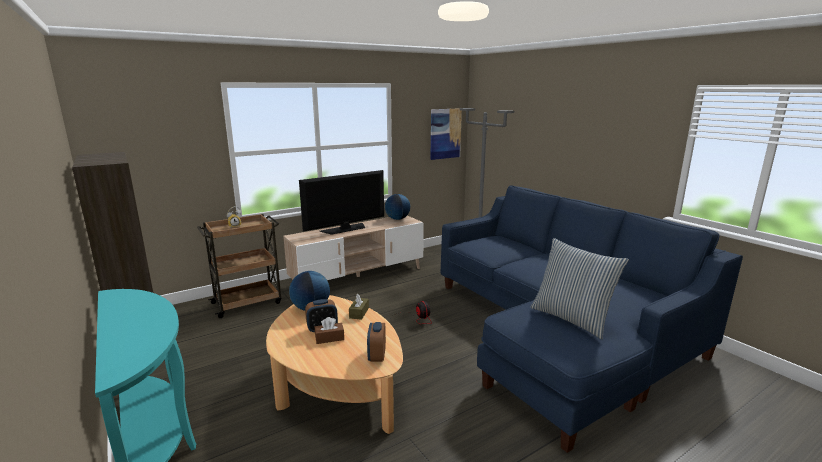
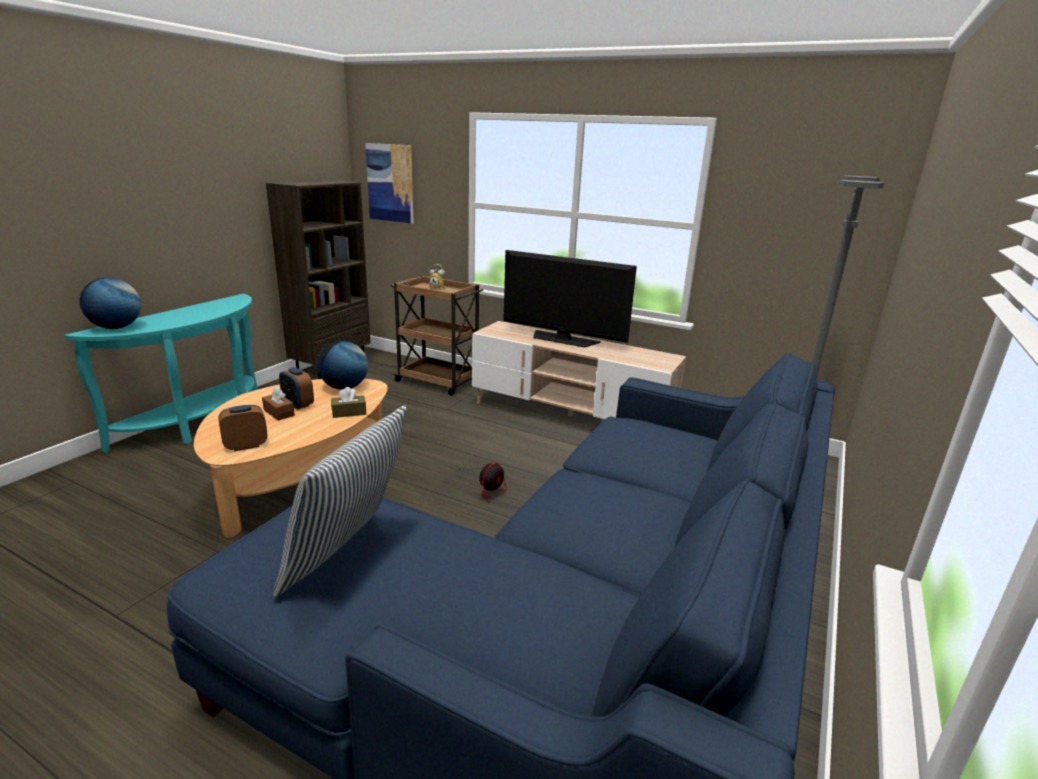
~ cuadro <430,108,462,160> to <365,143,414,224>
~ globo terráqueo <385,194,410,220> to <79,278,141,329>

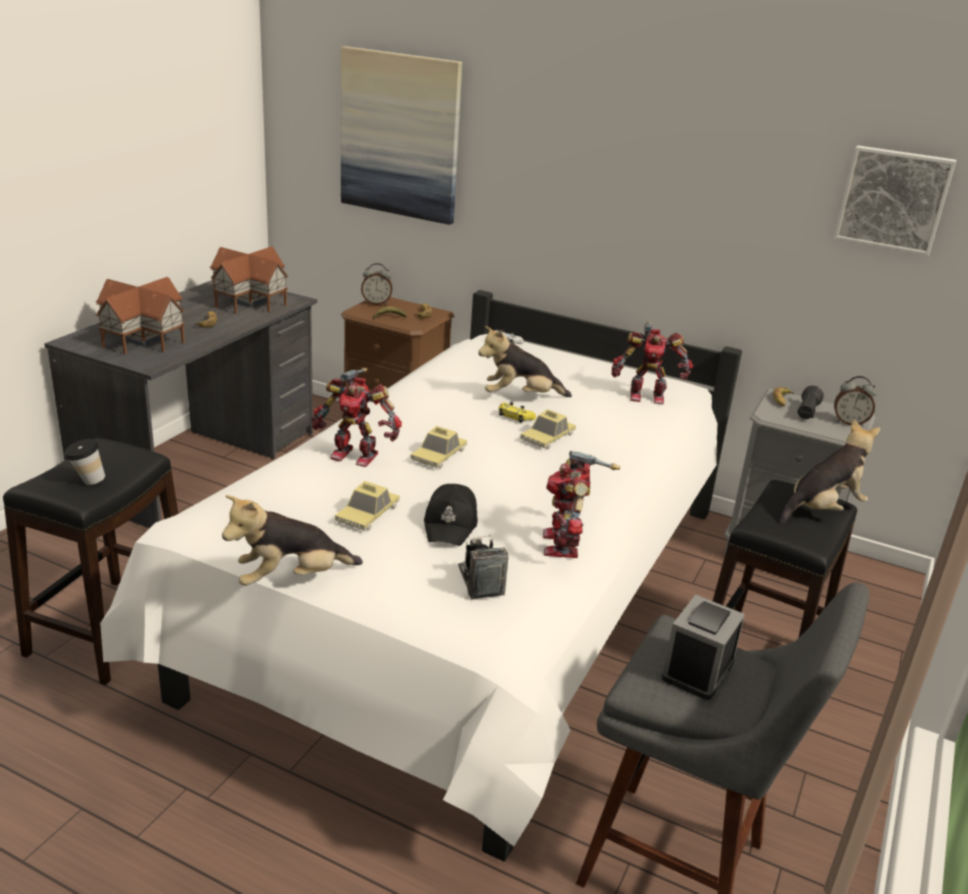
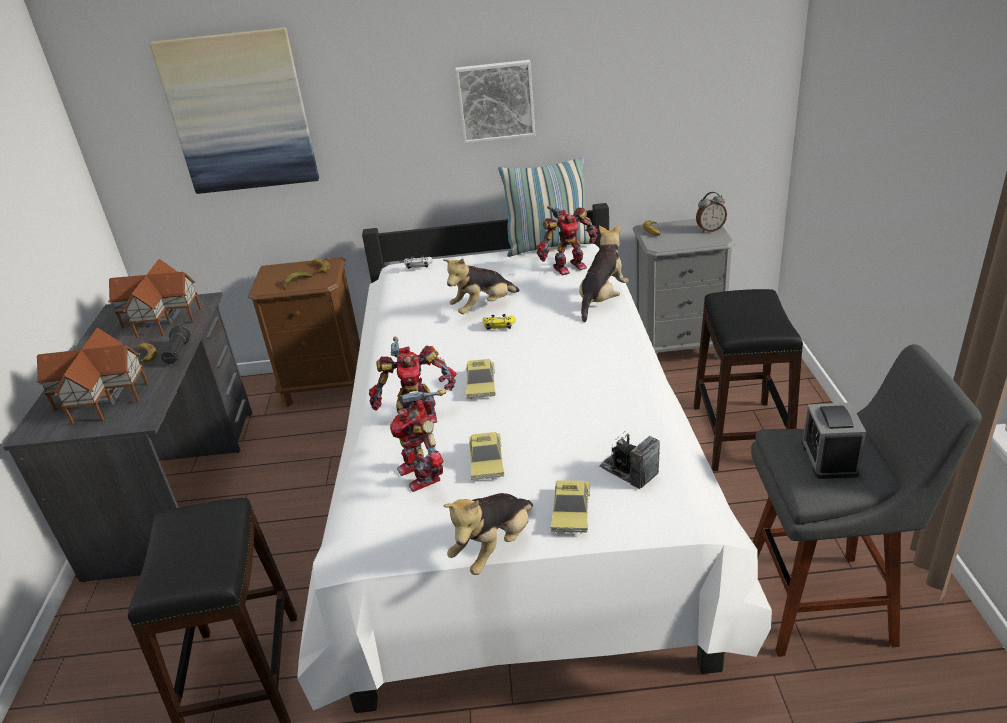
~ cuadro <834,145,957,256> to <455,60,535,144>
- despertador <361,263,393,305>
~ linterna/negro <797,386,824,419> to <161,326,191,364>
~ coche de juguete <520,409,576,449> to <551,480,590,533>
~ peluche <780,419,880,524> to <579,225,629,322>
- taza <64,439,105,485>
~ robot de juguete <543,451,620,558> to <390,390,446,492>
- gorra/negro <424,484,478,546>
+ cojín <498,157,592,257>

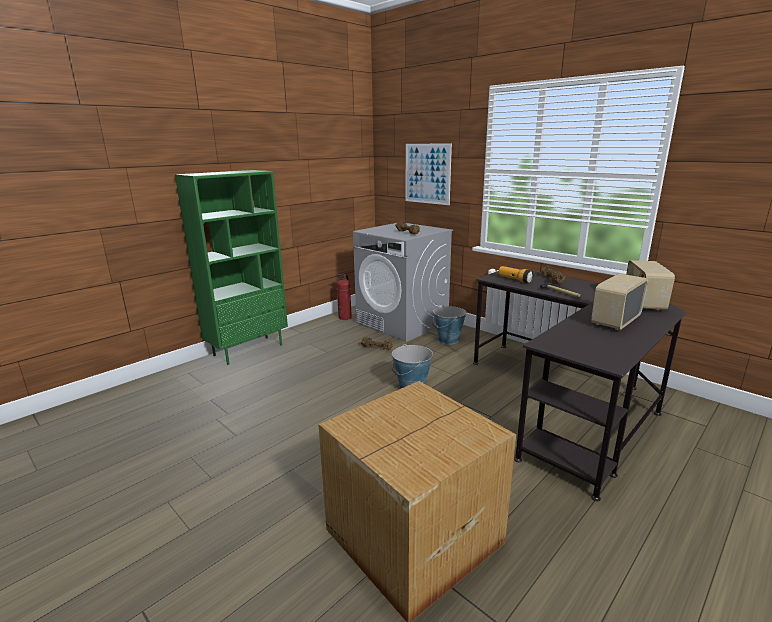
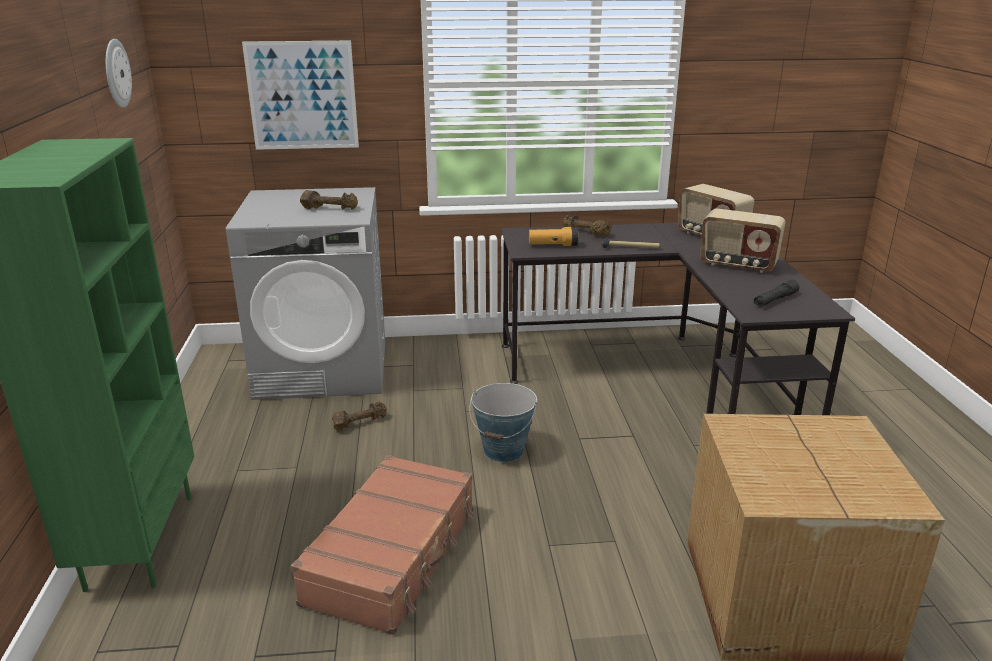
- extintor <337,273,352,320>
~ radio <591,273,648,330> = <700,208,786,273> 60 degrees counterclockwise
- cubo <432,305,466,344>
+ reloj de pared <106,39,132,108>
+ linterna/negro <754,280,799,307>
+ maleta/marrón <291,455,474,635>

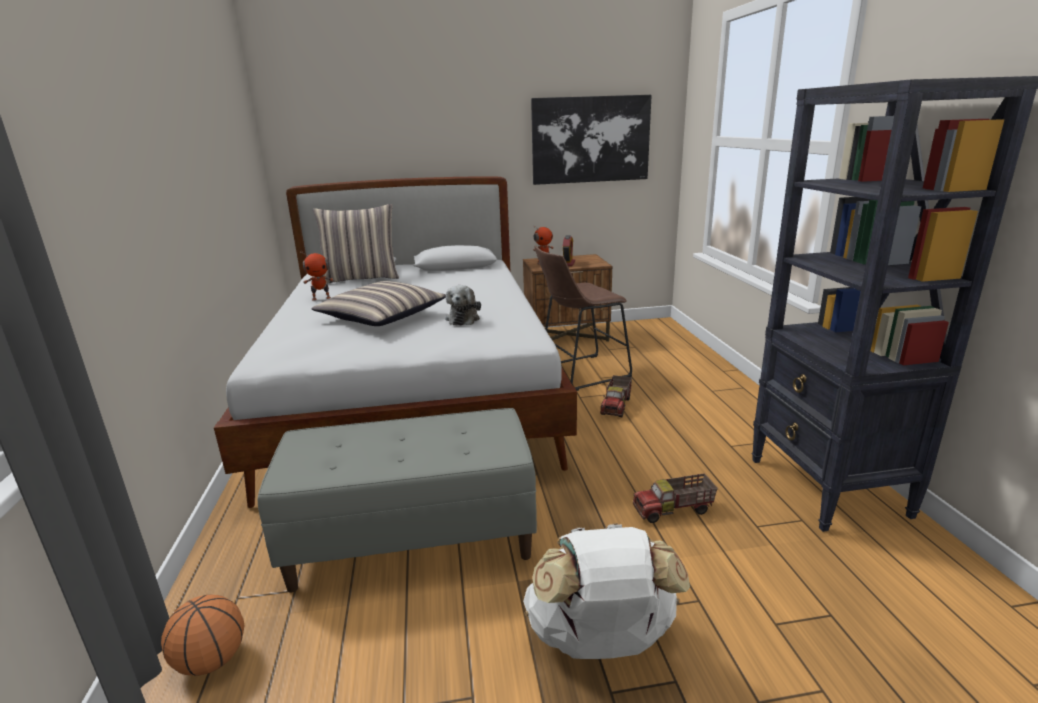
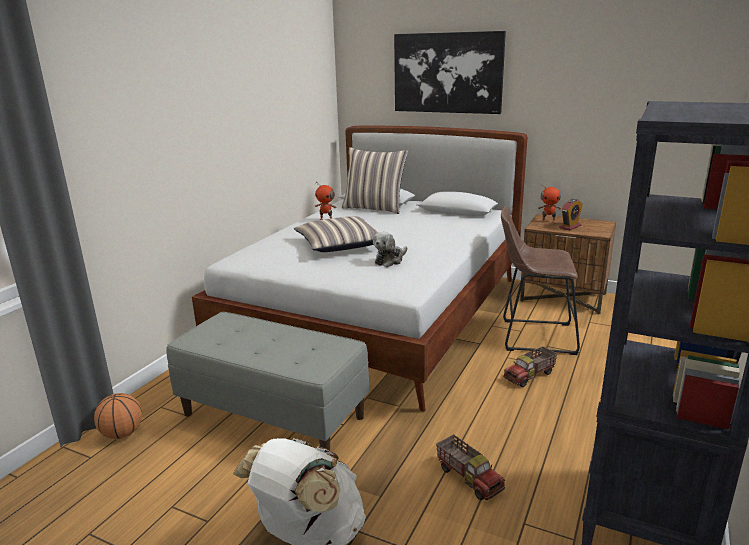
~ cuadro <531,95,652,185> to <394,31,506,114>
~ camión de juguete <633,474,718,523> = <436,435,505,500> 150 degrees counterclockwise

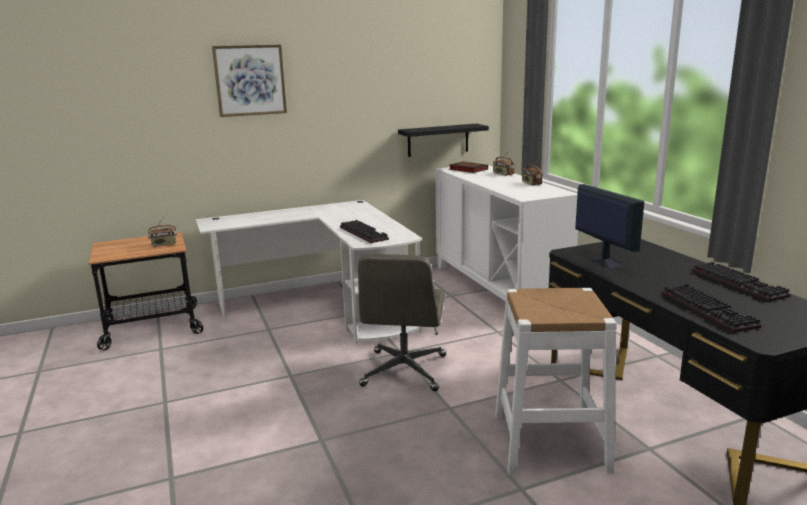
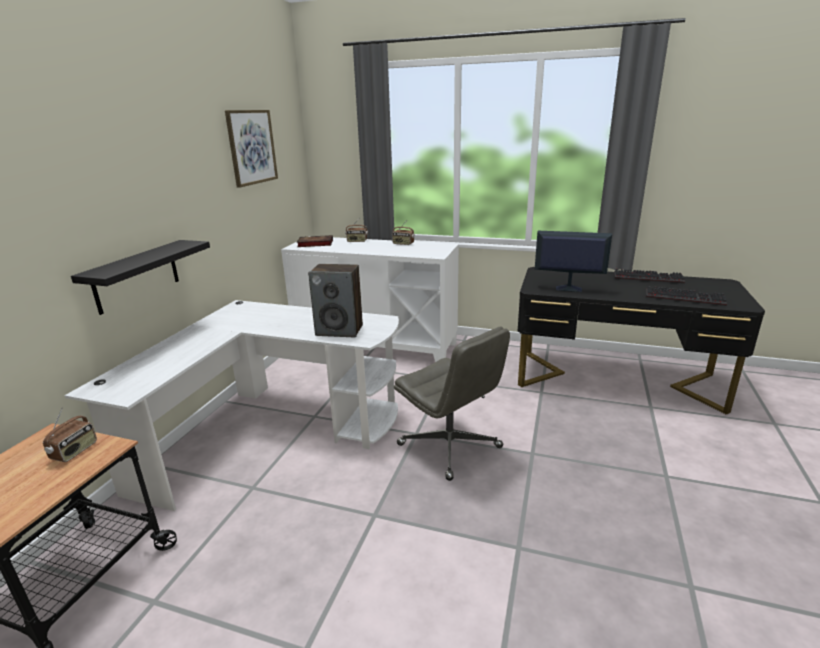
~ cuadro <212,45,287,117> to <225,110,278,188>
~ estante/negro <398,124,489,157> to <71,240,210,315>
~ teclado <340,220,389,243> to altavoz <308,264,363,337>
- taburete/blanco <495,288,617,475>

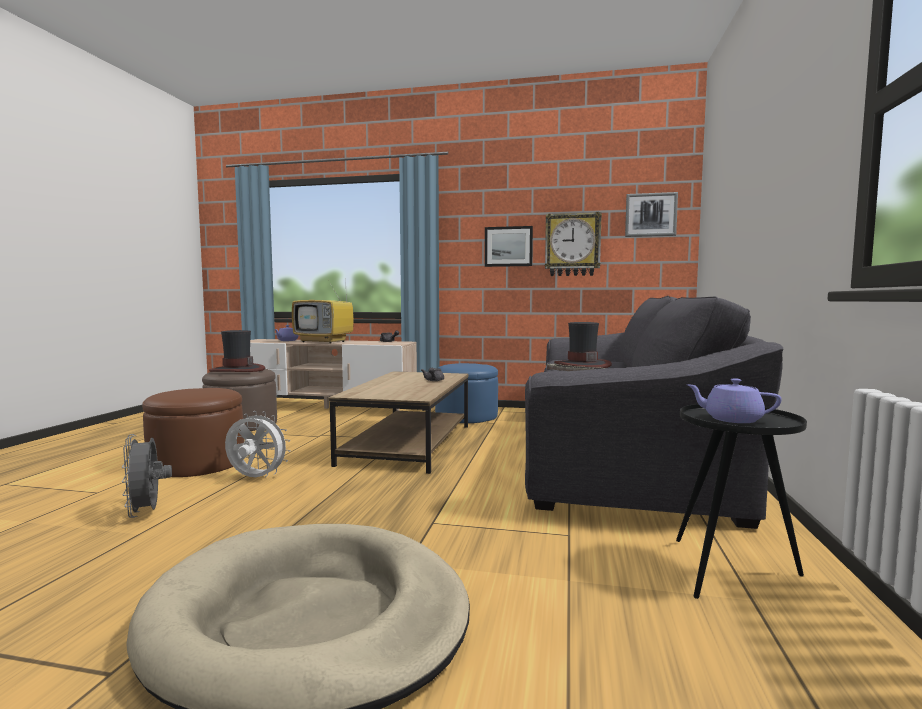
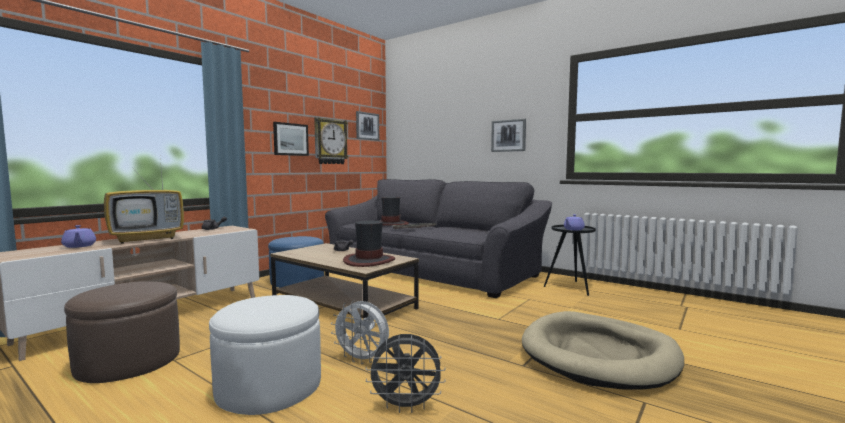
~ sombrero <209,330,265,372> to <343,220,395,267>
~ puf/marrón <142,388,244,477> to puf/blanco <209,295,321,415>
~ ventilador/blanco <225,411,291,477> = <331,301,389,364> 105 degrees counterclockwise
+ cuadro <491,119,526,152>

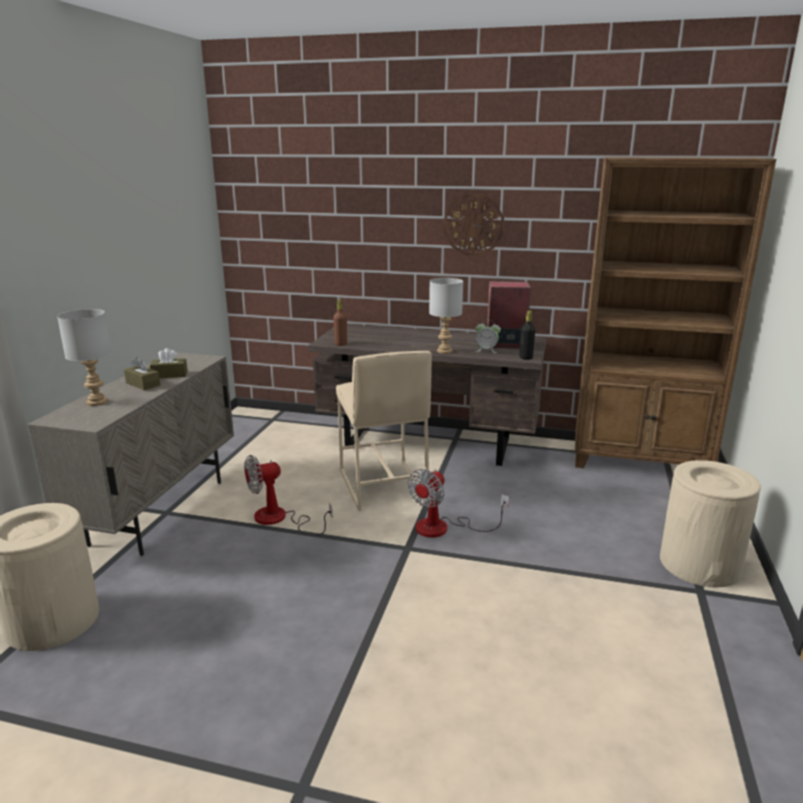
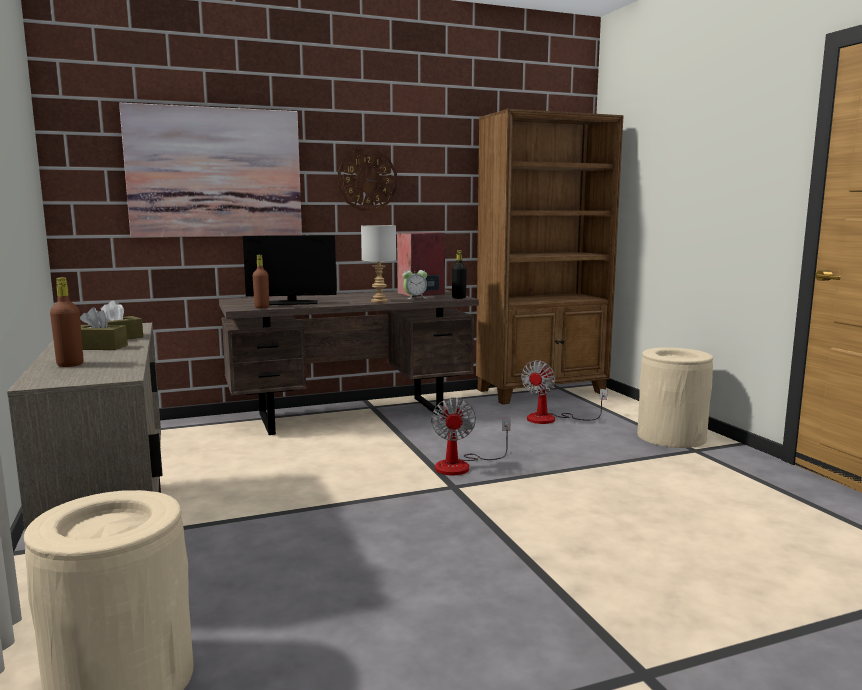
~ lámpara de mesa/gris <57,309,112,406> to botella/marrón <50,277,83,367>
- taburete/beis <336,351,432,511>
~ ventilador <244,455,332,536> to <521,360,607,424>
+ cuadro <119,103,302,238>
+ monitor <243,235,337,305>

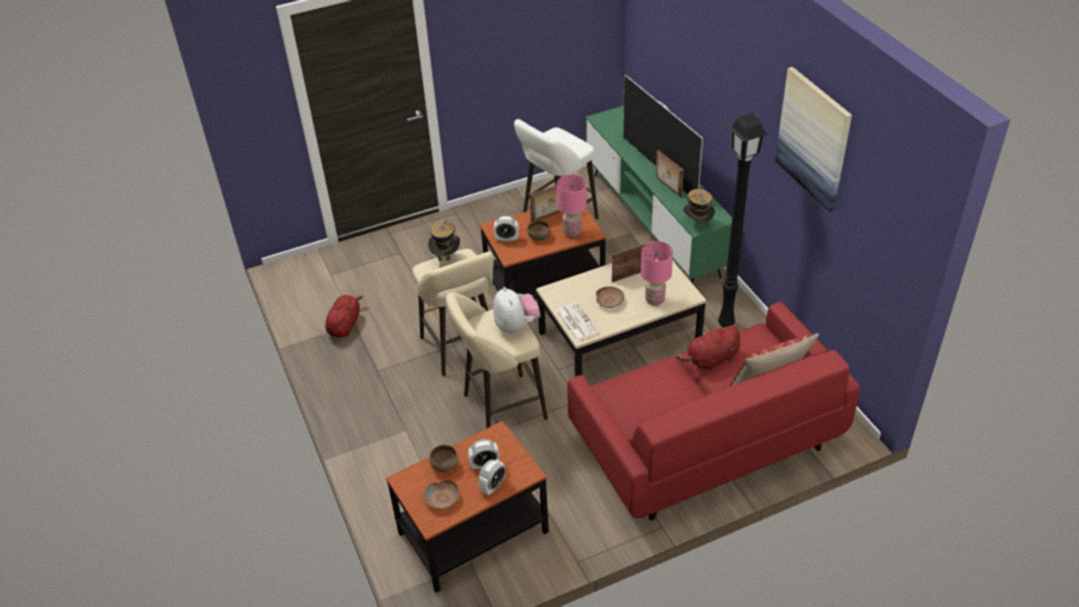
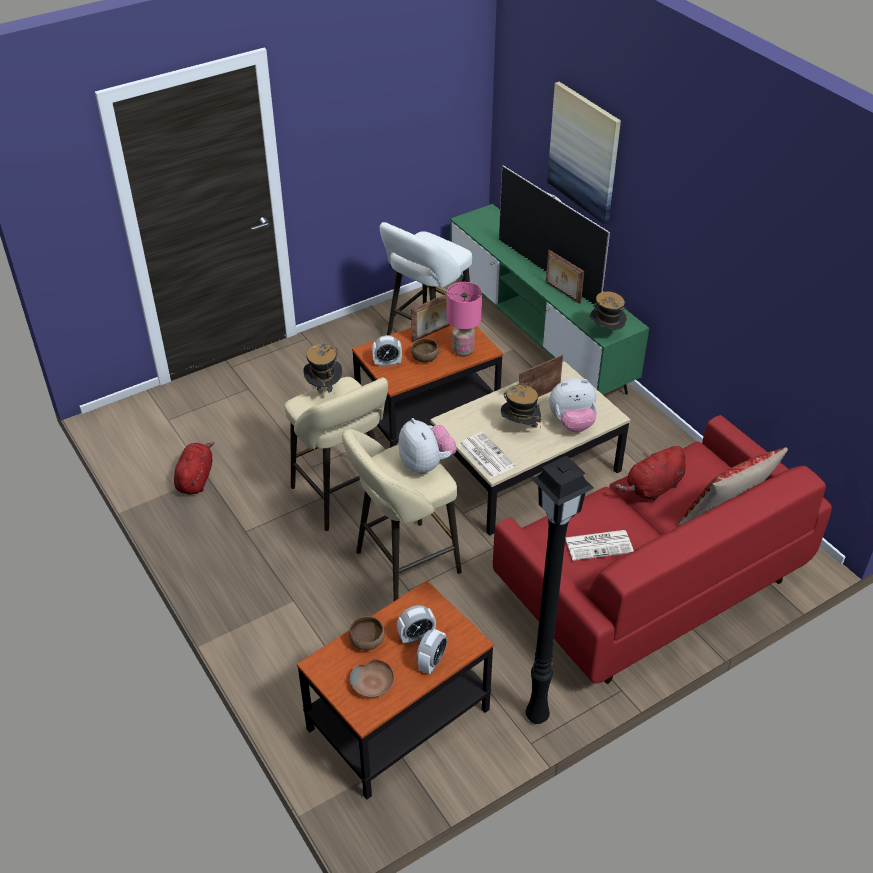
~ cuadro <775,67,852,212> to <547,82,621,224>
~ lámpara de pie/negro <718,113,768,327> to <525,456,594,724>
~ lámpara de mesa/rosa <641,241,673,306> to peluche <549,378,597,432>
~ cuenco/marrón <596,286,624,308> to sombrero <501,382,541,428>
+ periódico <565,530,634,561>

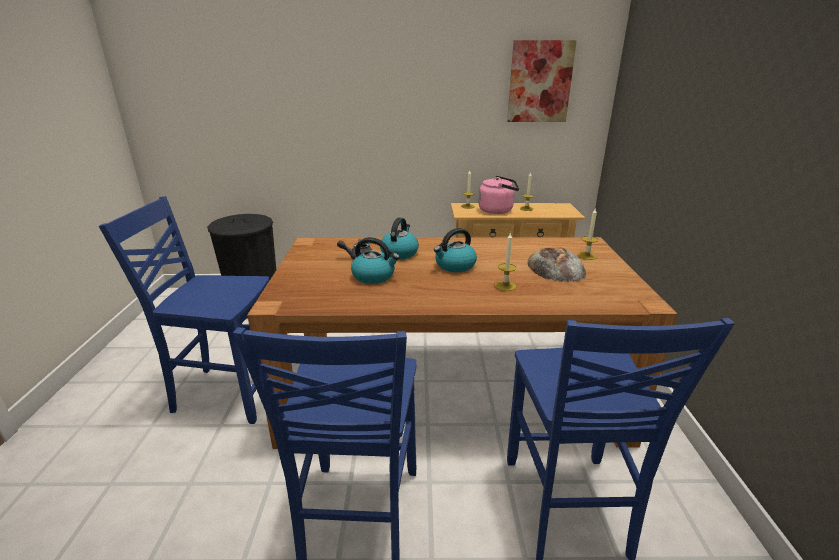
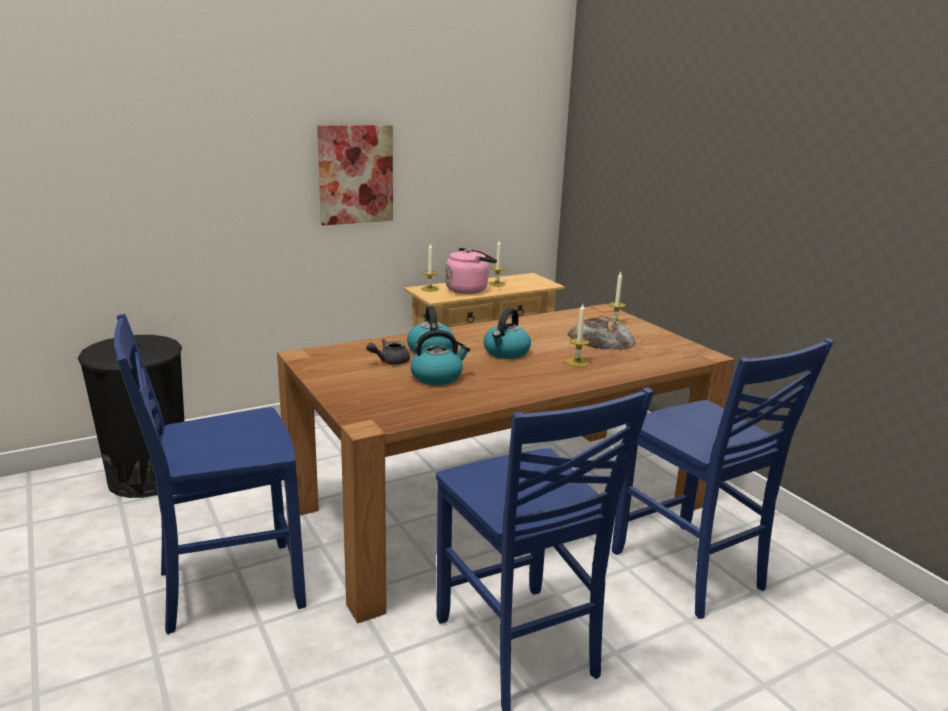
~ cuadro <507,40,577,122> to <317,125,393,225>

